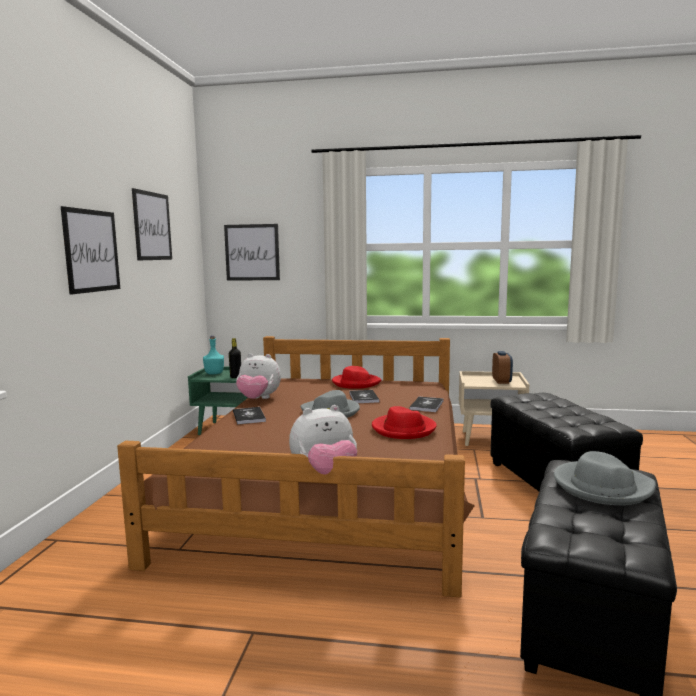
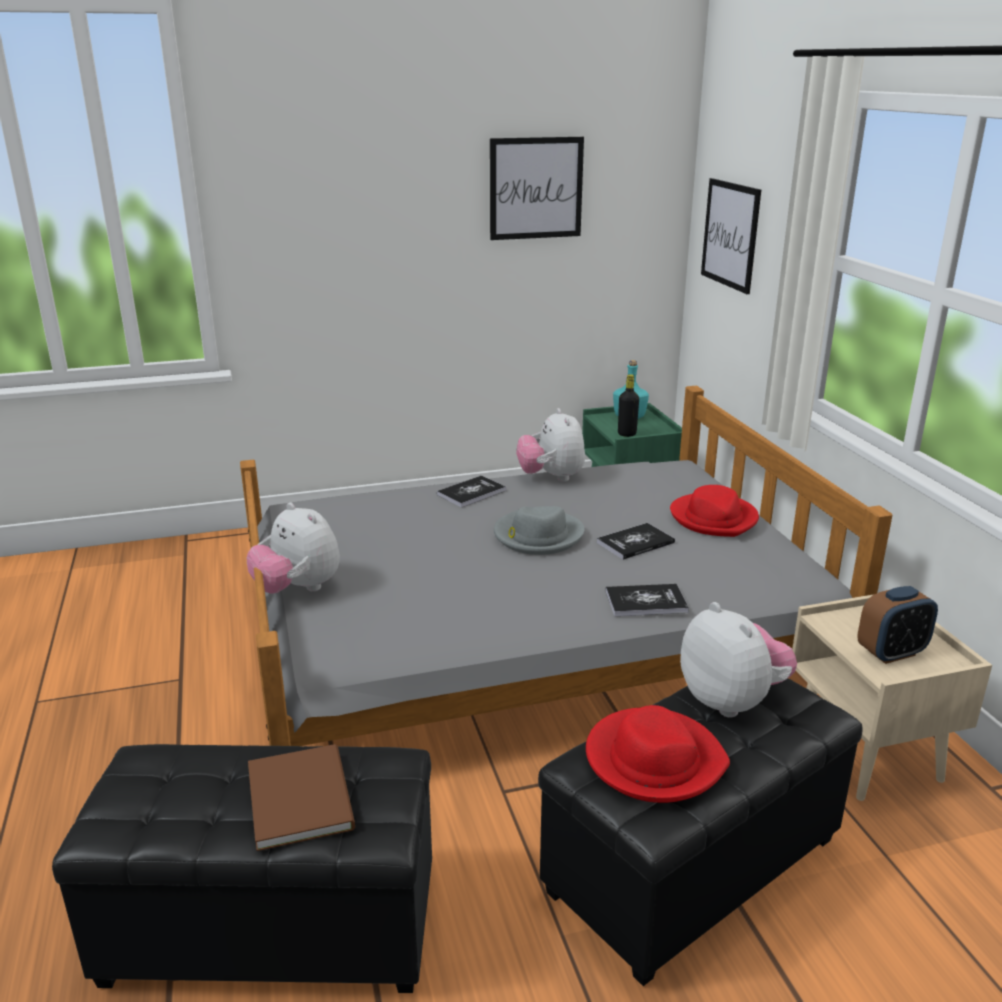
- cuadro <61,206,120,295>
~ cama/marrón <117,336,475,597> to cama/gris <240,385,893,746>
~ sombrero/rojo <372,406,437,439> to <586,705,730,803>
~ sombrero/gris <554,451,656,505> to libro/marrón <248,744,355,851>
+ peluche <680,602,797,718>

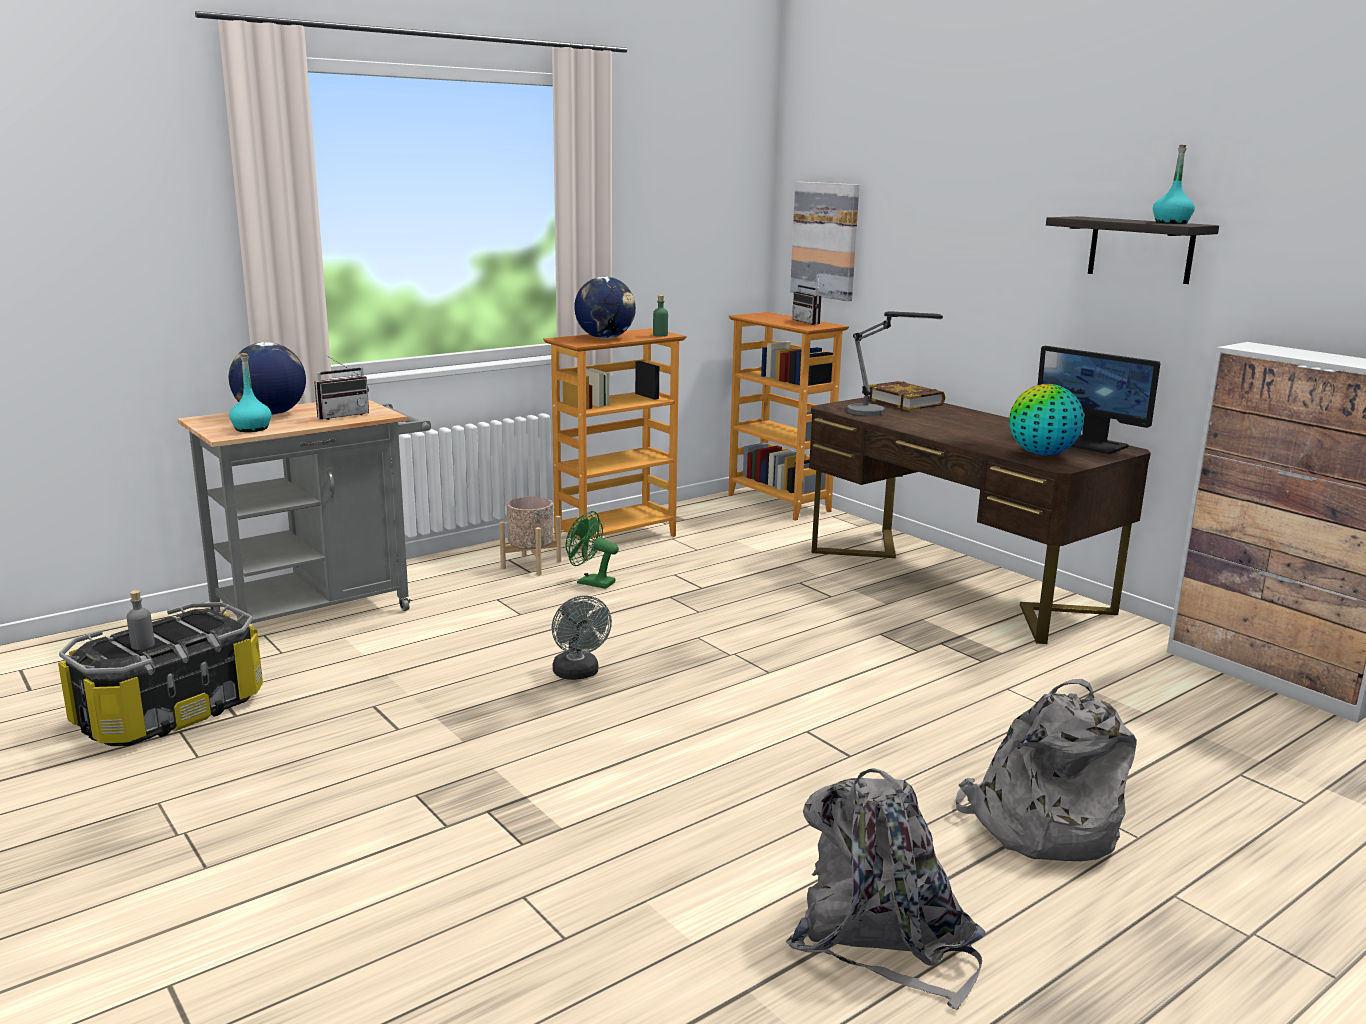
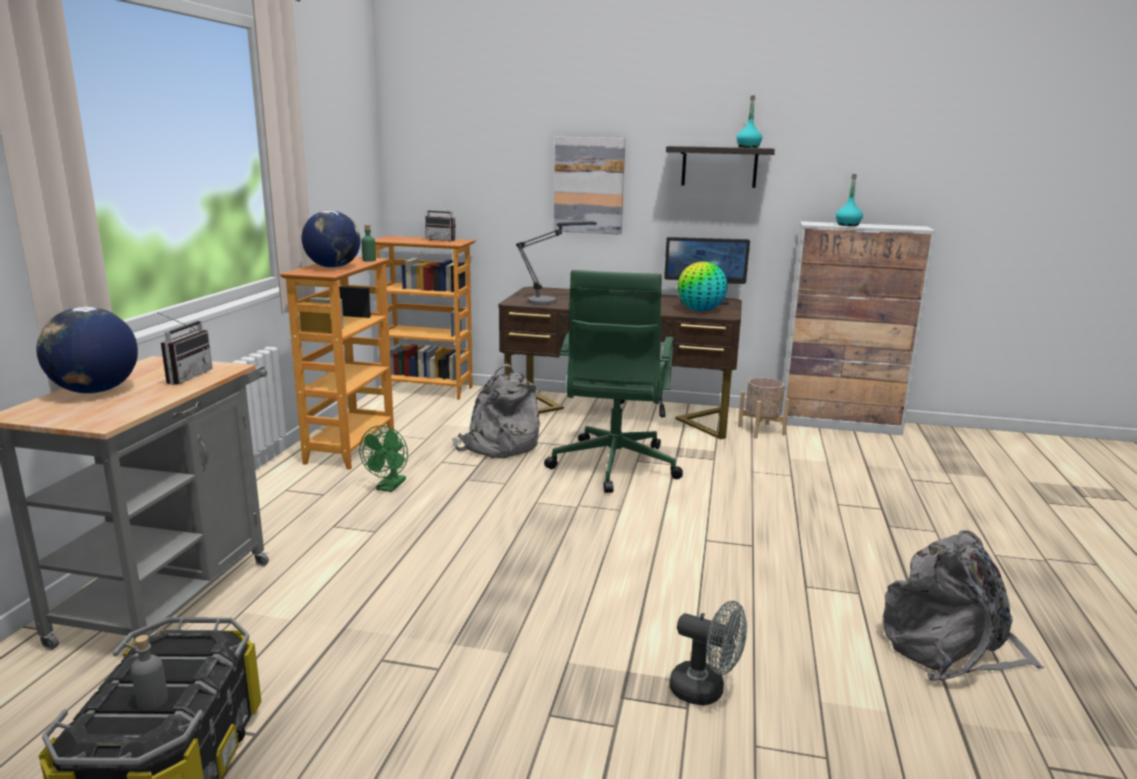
~ cuadro <790,182,859,301> to <554,137,625,235>
~ botella/turquesa <229,353,272,432> to <836,174,863,226>
- libro <868,381,945,411>
~ maceta/beis <499,496,562,576> to <738,378,790,438>
~ ventilador/verde <566,511,619,589> = <359,425,408,492> 60 degrees counterclockwise
~ ventilador/gris <552,595,612,680> to <669,601,747,705>
~ mochila/gris <956,679,1137,861> to <452,364,540,458>
+ silla de oficina/verde <544,270,683,493>

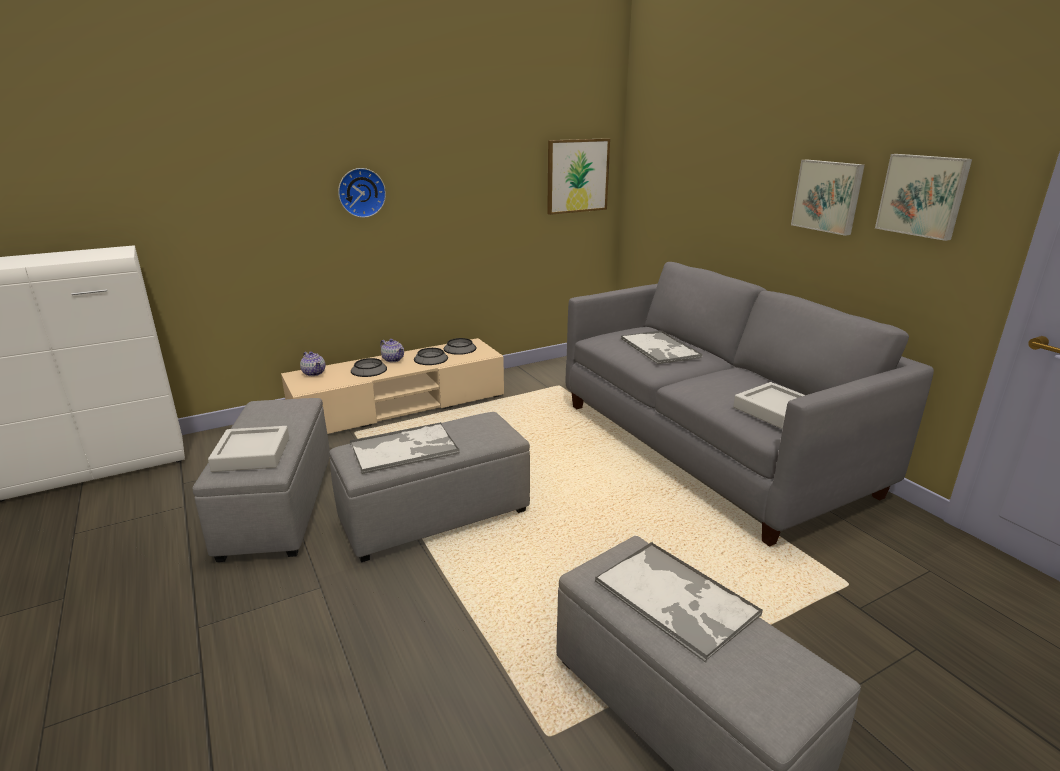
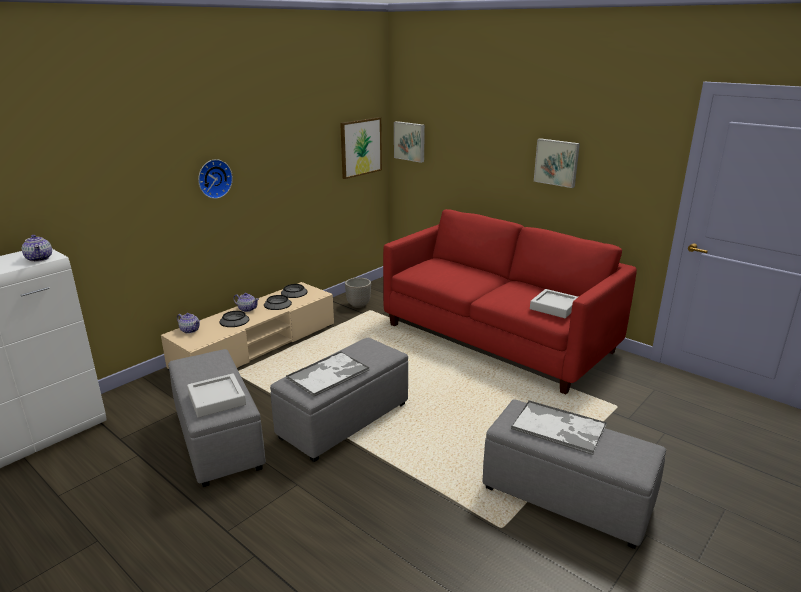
~ cuadro <875,154,972,241> to <394,121,425,163>
~ sofá/gris <566,262,934,547> to sofá/rojo <383,209,637,394>
- bandeja <621,330,702,364>
+ tetera <22,235,52,262>
+ maceta <345,278,371,308>

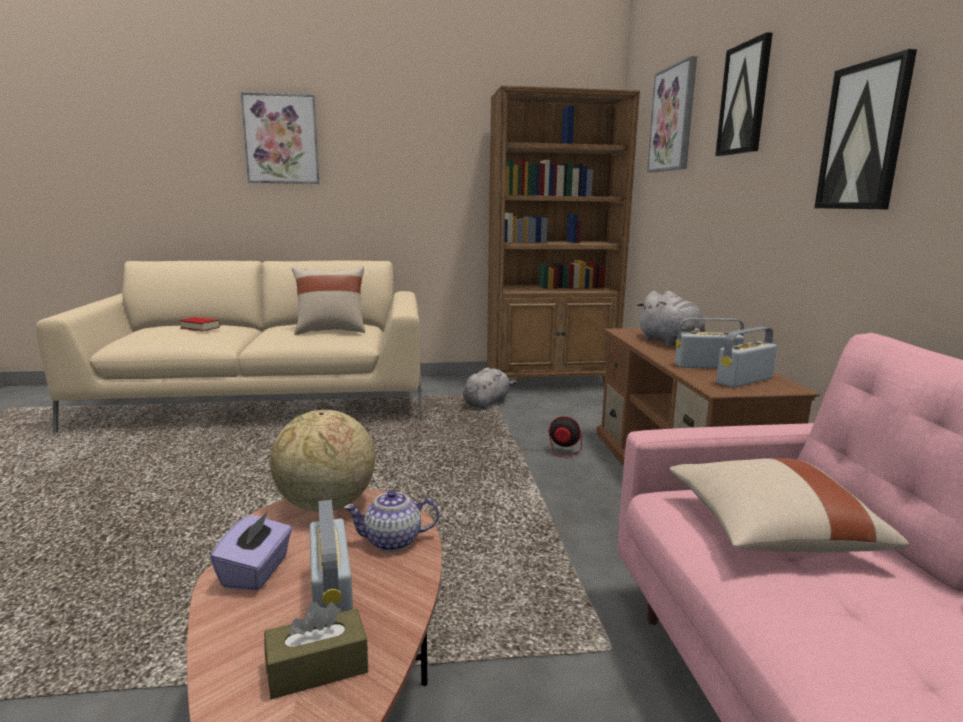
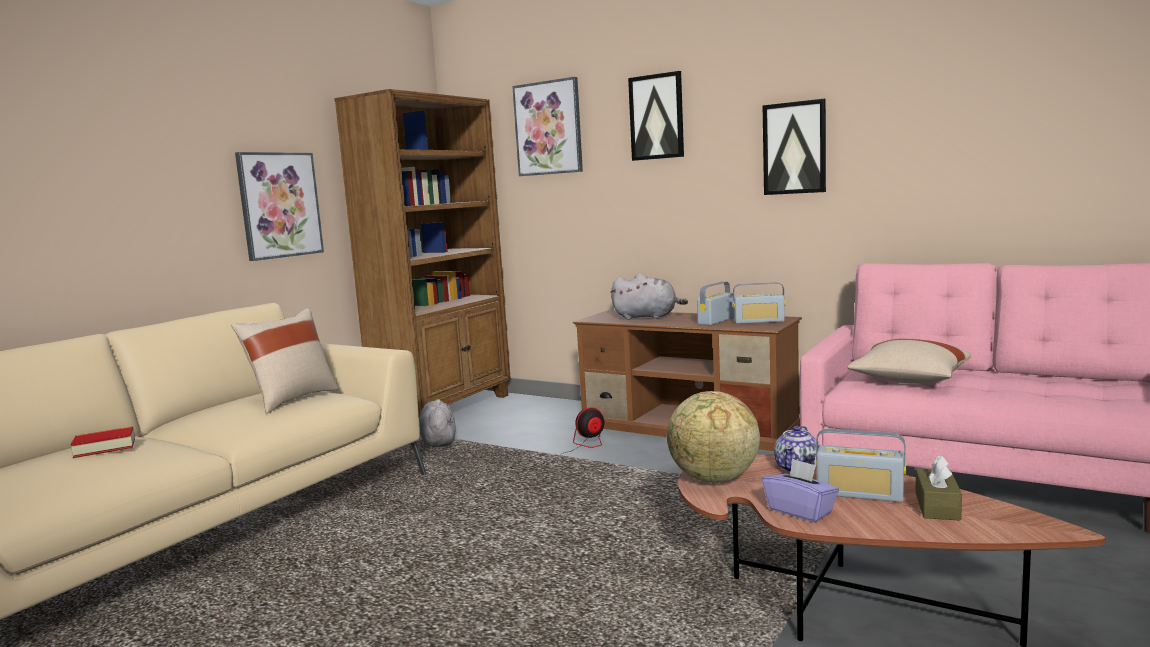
~ cuadro <240,92,319,184> to <235,152,324,261>
~ radio <716,327,777,388> = <733,282,785,324> 90 degrees counterclockwise

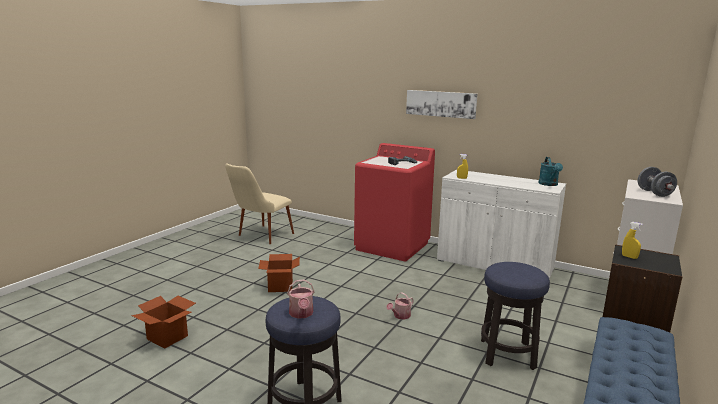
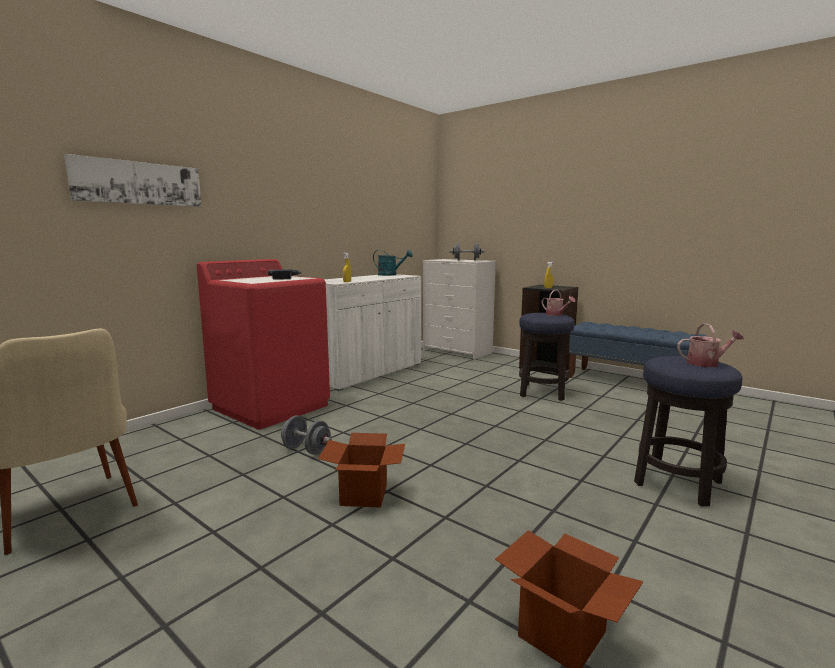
~ cuadro <406,90,478,119> to <64,154,202,207>
~ regadera <386,292,414,320> to <542,290,575,316>
+ mancuerna/gris <281,415,332,455>

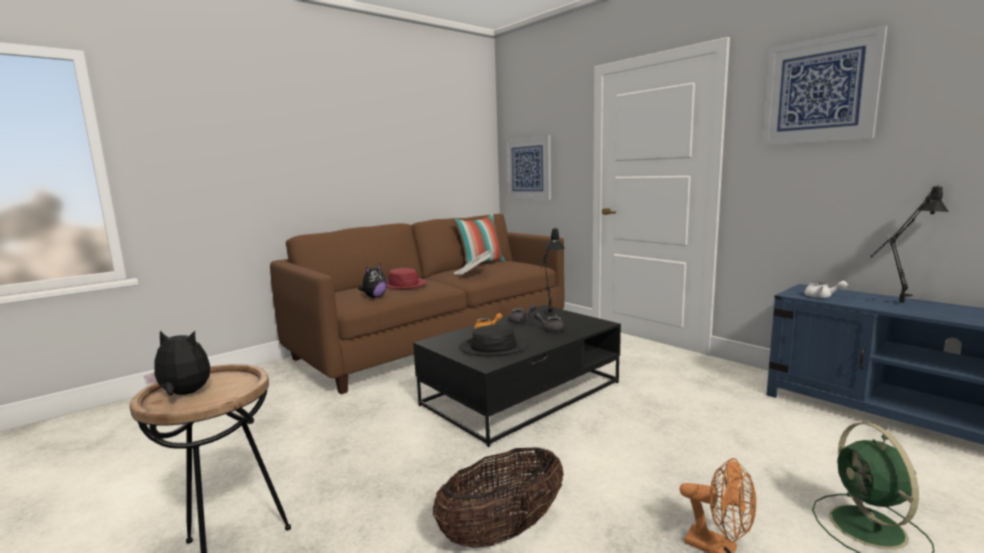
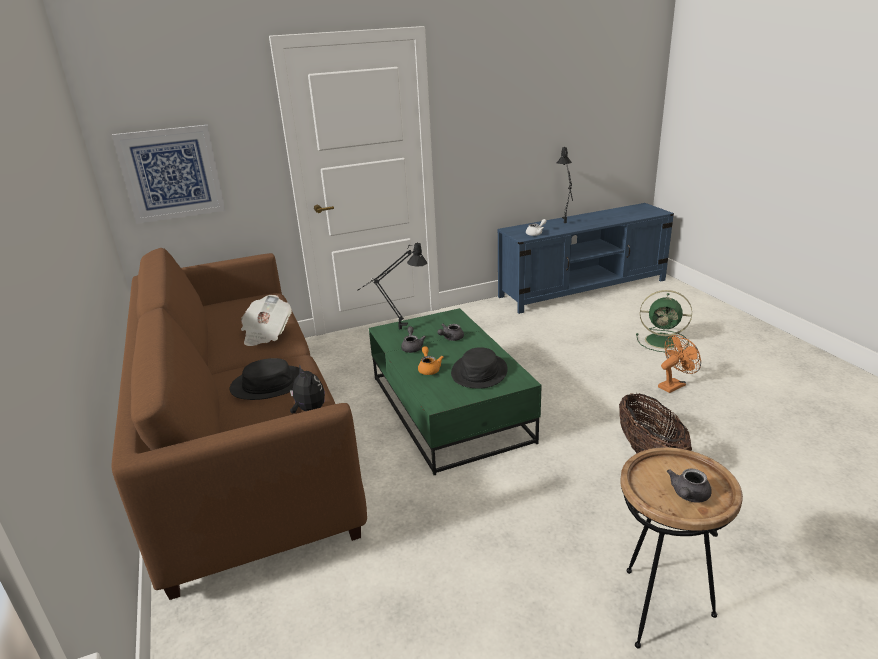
- cuadro <762,25,887,145>
- cojín <453,214,505,264>
~ sombrero/rojo <386,268,427,289> to sombrero/negro <230,358,303,400>
~ mesa de centro/negro <413,305,621,447> to mesa de centro/verde <369,308,541,475>
~ peluche <144,331,210,396> to tetera/gris <667,469,712,503>

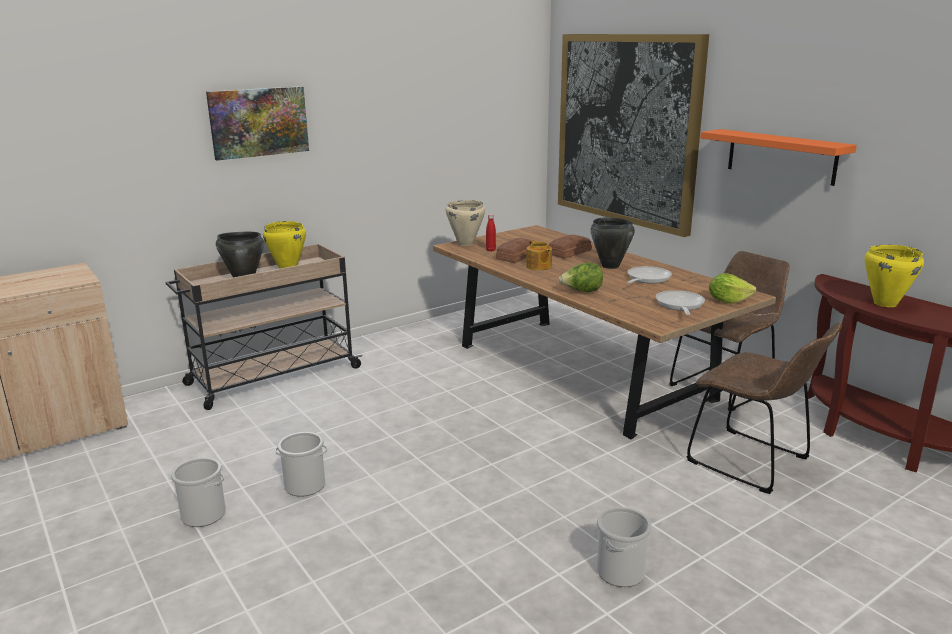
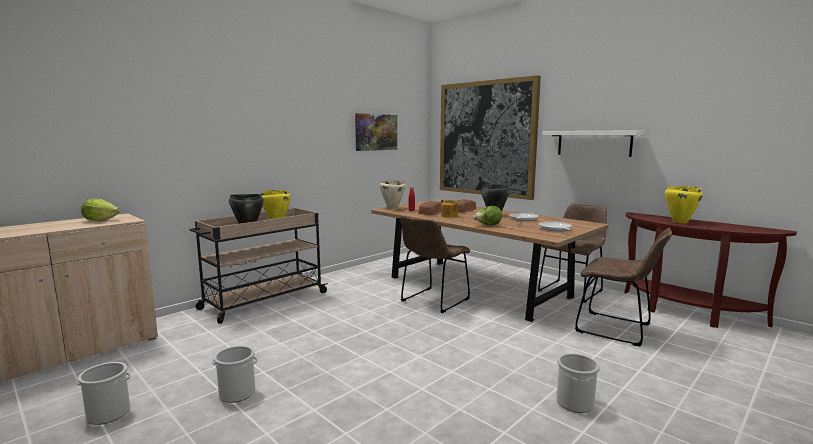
~ cuadro <206,86,309,160> to <355,113,397,151>
~ estante/naranja <700,129,857,186> to estante/blanco <542,130,644,157>
~ lechuga <709,273,757,304> to <81,198,120,222>
~ cubo <275,432,327,497> to <76,362,130,425>
+ silla/marrón <401,215,470,313>

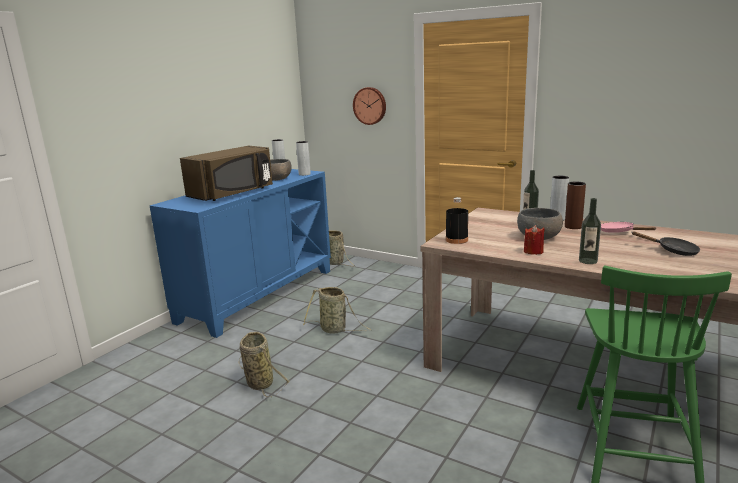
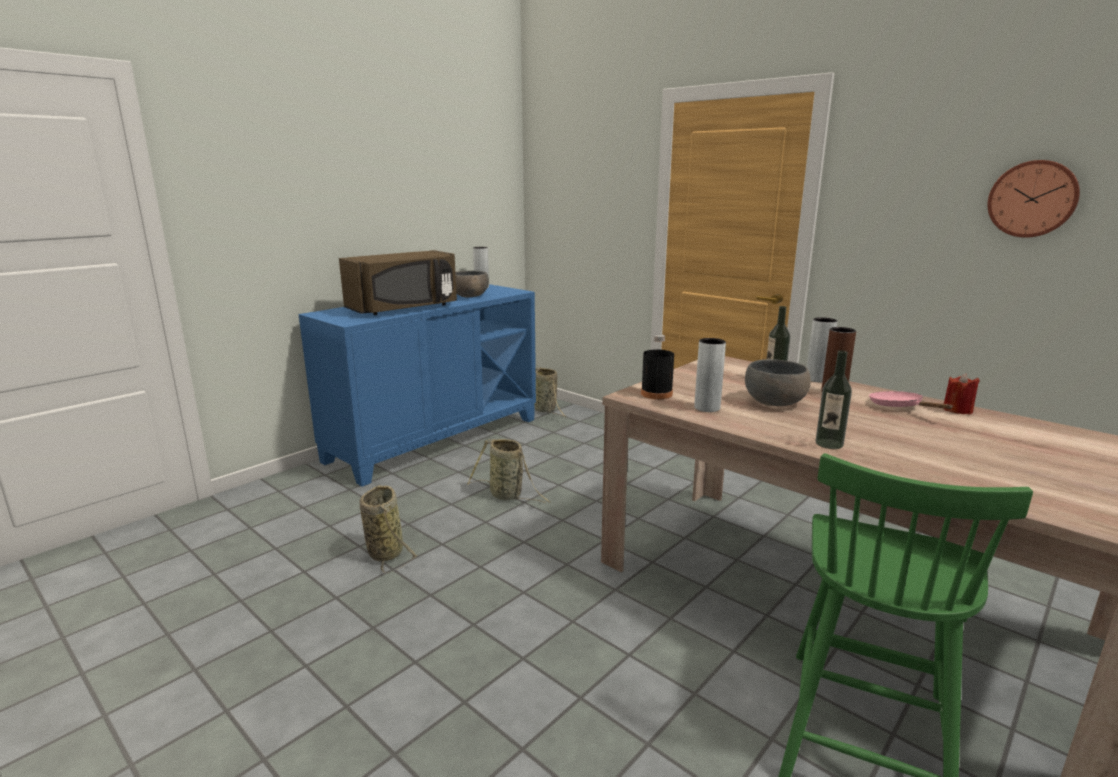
~ reloj de pared <353,87,386,125> to <987,160,1080,238>
~ florero/gris <296,141,311,176> to <694,338,726,412>
~ vela/rojo <524,225,545,255> to <943,373,980,414>
- sartén/negro <632,231,700,256>

